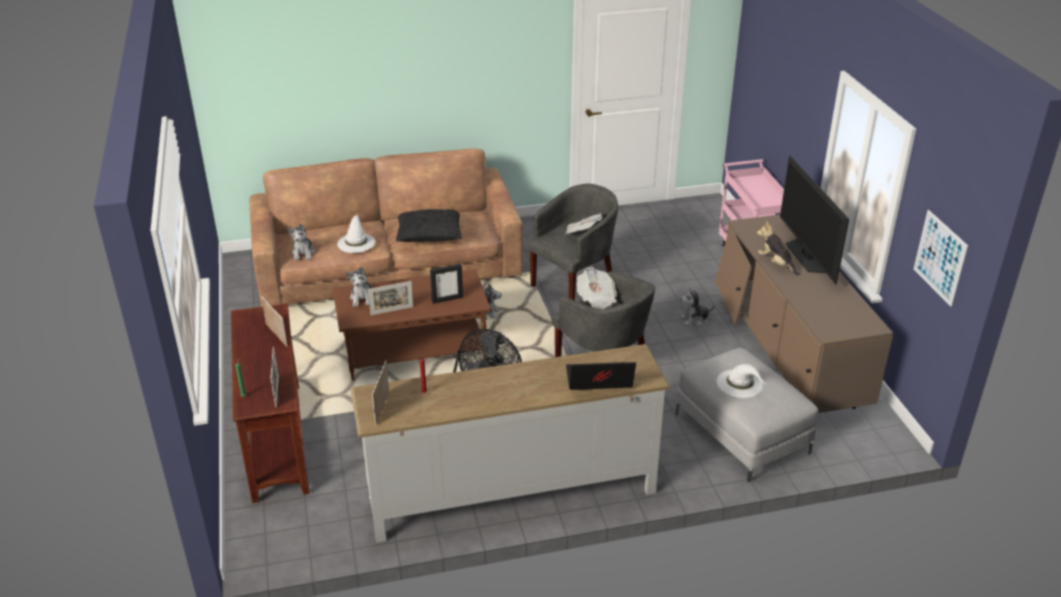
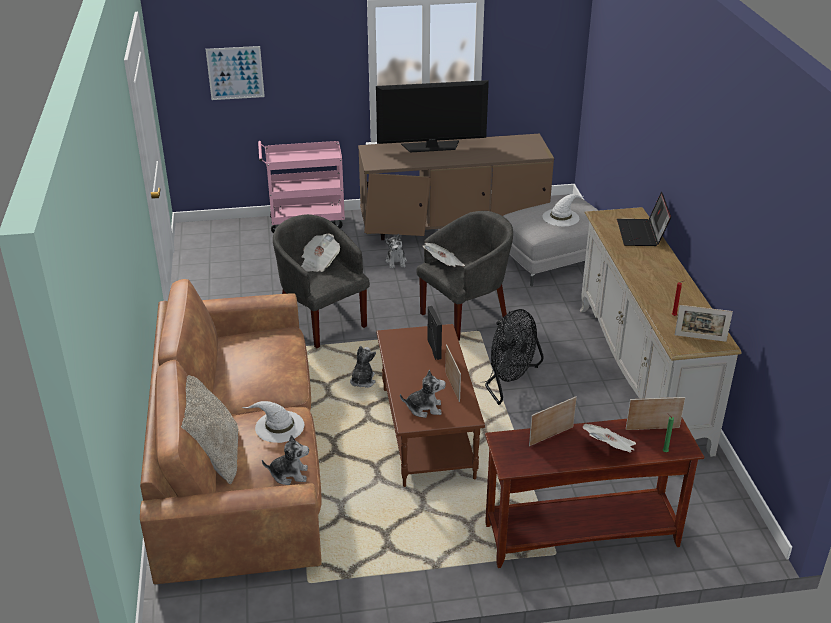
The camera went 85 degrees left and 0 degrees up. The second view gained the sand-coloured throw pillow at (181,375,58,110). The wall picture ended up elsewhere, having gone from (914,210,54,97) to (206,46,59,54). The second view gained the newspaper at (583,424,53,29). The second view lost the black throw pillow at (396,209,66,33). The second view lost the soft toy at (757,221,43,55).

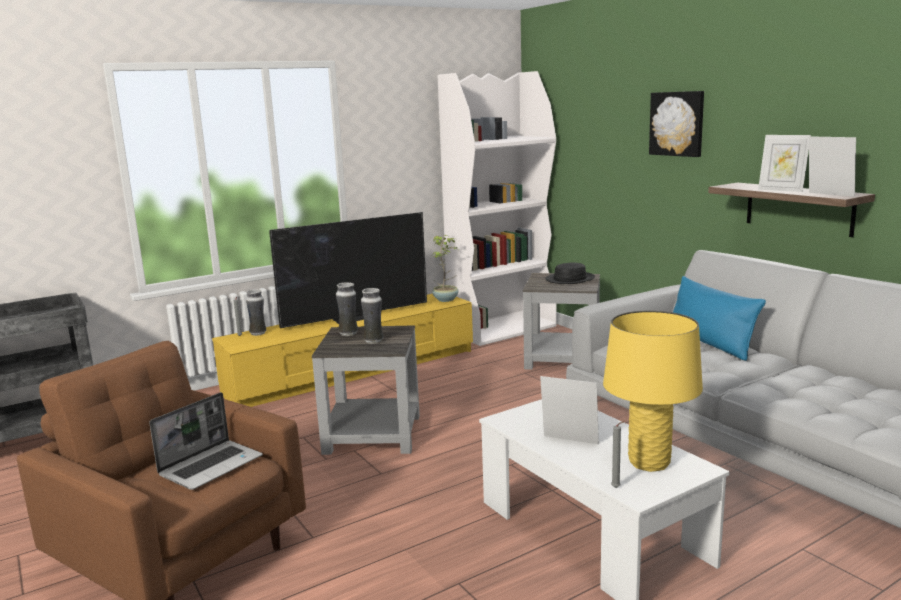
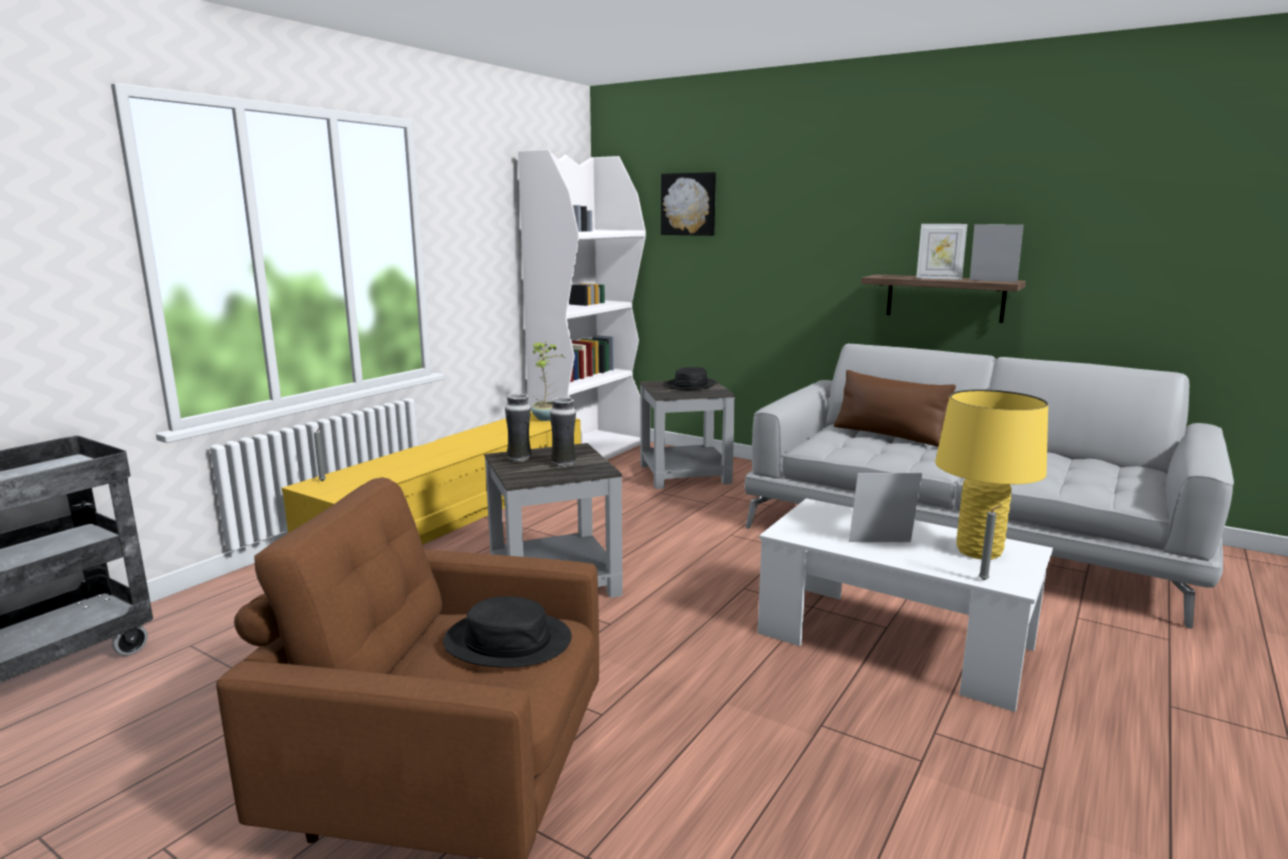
The camera went 25 degrees left and 0 degrees up. Where the laptop stood at (149,392,114,98), the black wearable hat came to stand at (443,596,129,72). The wall picture ended up elsewhere, having gone from (649,91,55,66) to (661,172,55,64). What was the bluish throw pillow at (673,276,93,85) turned into the brown-coloured throw pillow at (834,370,122,77). The second view lost the flower vase at (246,289,20,47). The second view lost the TV set at (269,212,158,116).

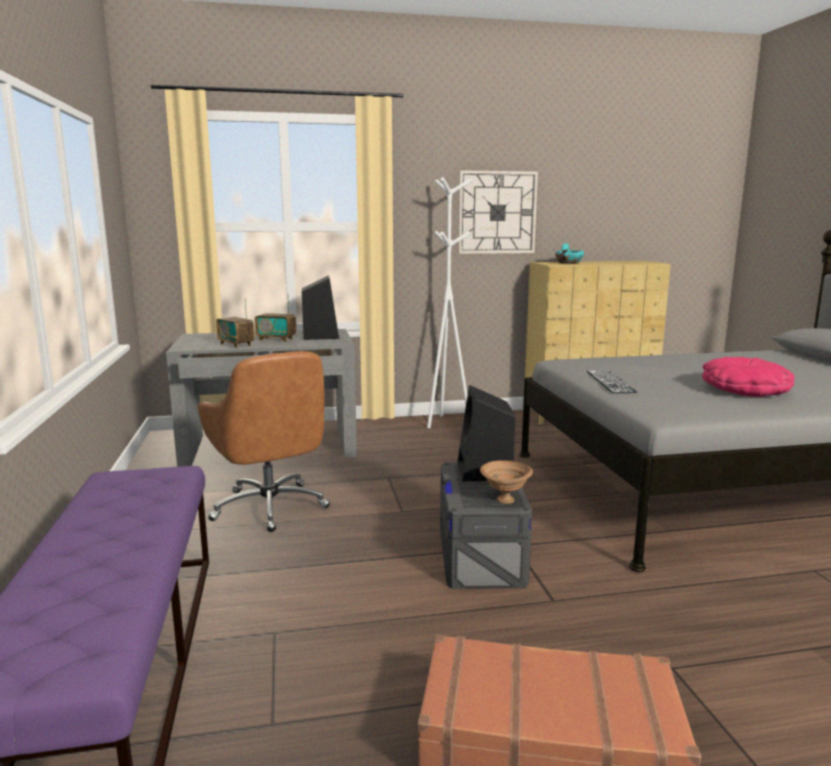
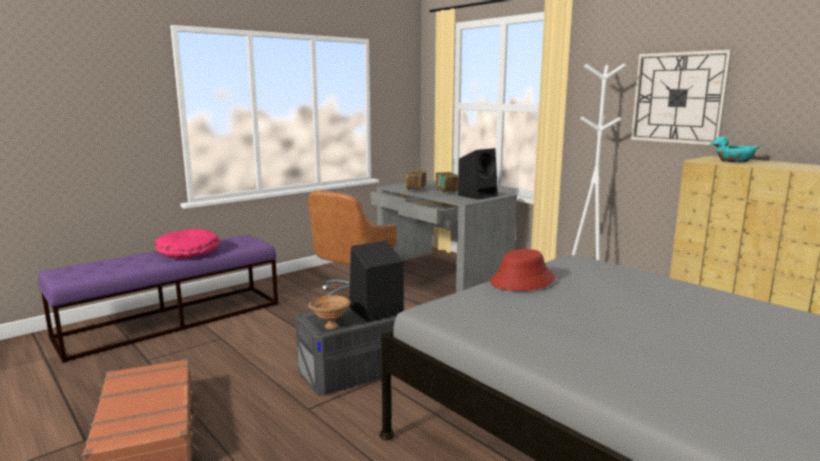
The camera went 60 degrees right and 0 degrees up. The pink-coloured throw pillow ended up elsewhere, having gone from (702,357,92,40) to (155,229,65,30). Where the keyboard stood at (587,370,51,23), the red-coloured wearable hat came to stand at (490,249,65,42).

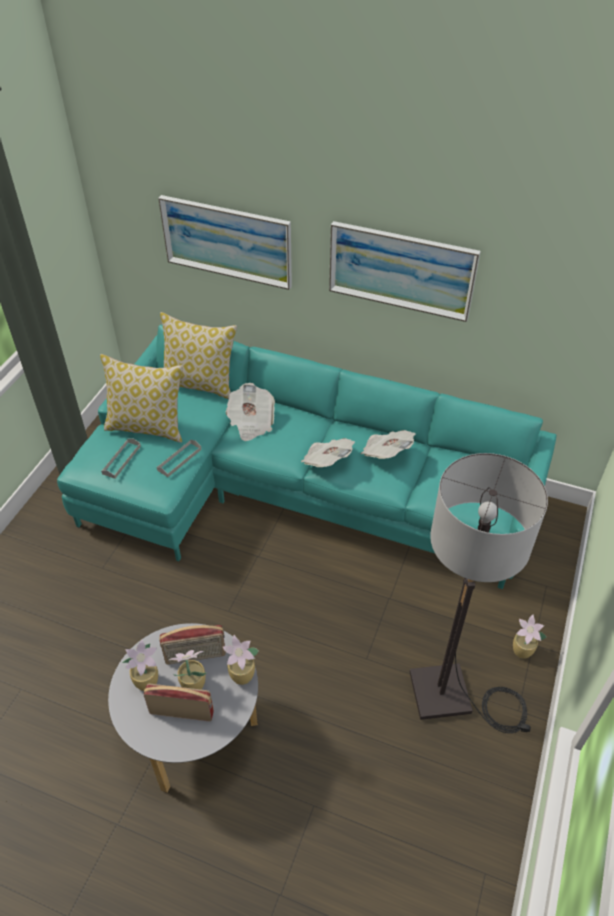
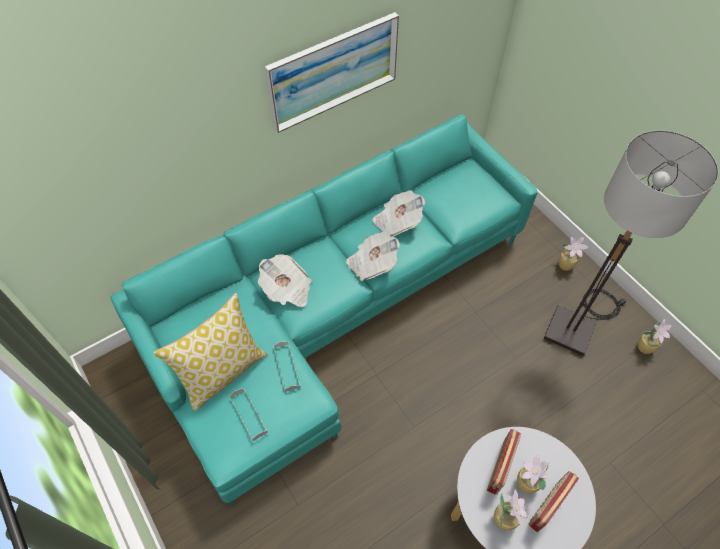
The camera went 55 degrees left and 10 degrees up. The houseplant ended up elsewhere, having gone from (223,634,36,51) to (638,319,34,35). The second view lost the wall picture at (158,195,134,95). The second view lost the throw pillow at (160,312,77,87).

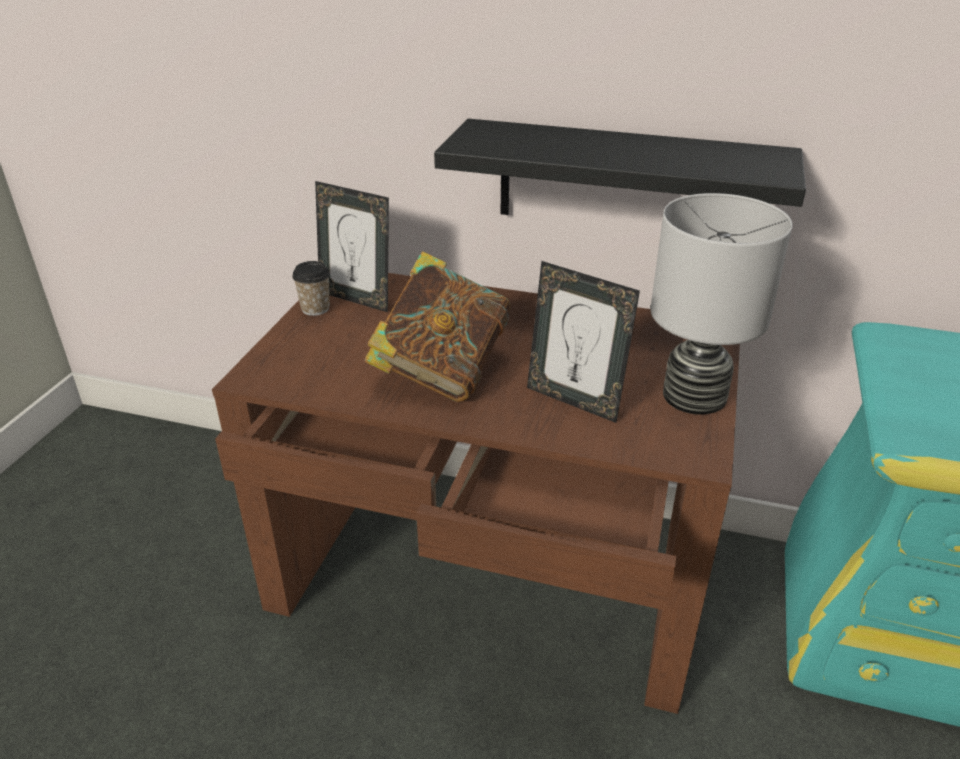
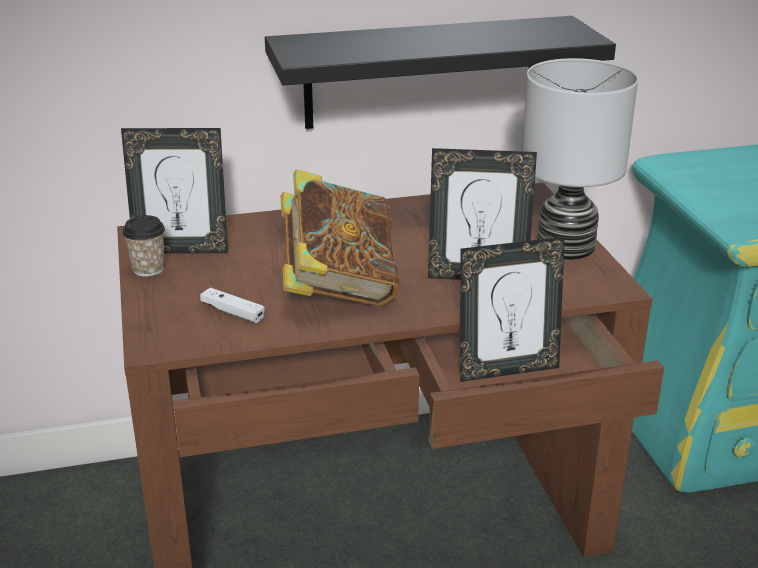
The camera went 30 degrees left and 5 degrees down. The second view gained the white gamepad at (200,288,65,35). The second view gained the picture frame at (460,237,105,145).

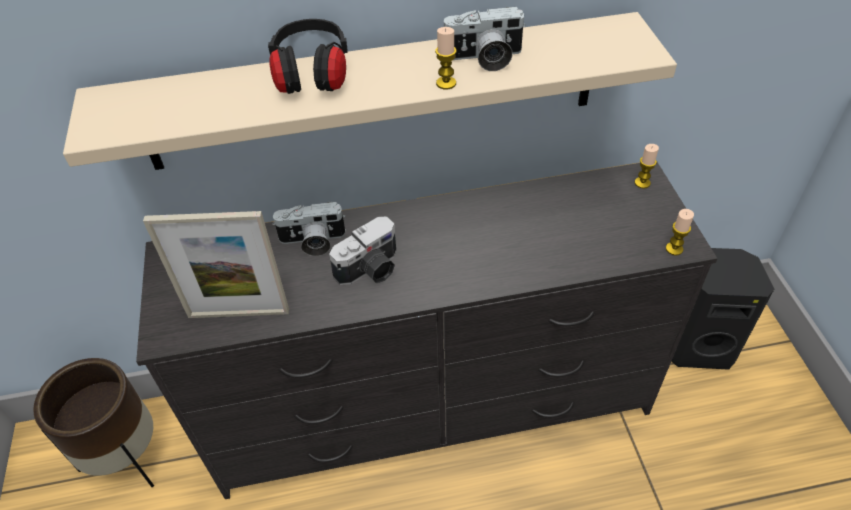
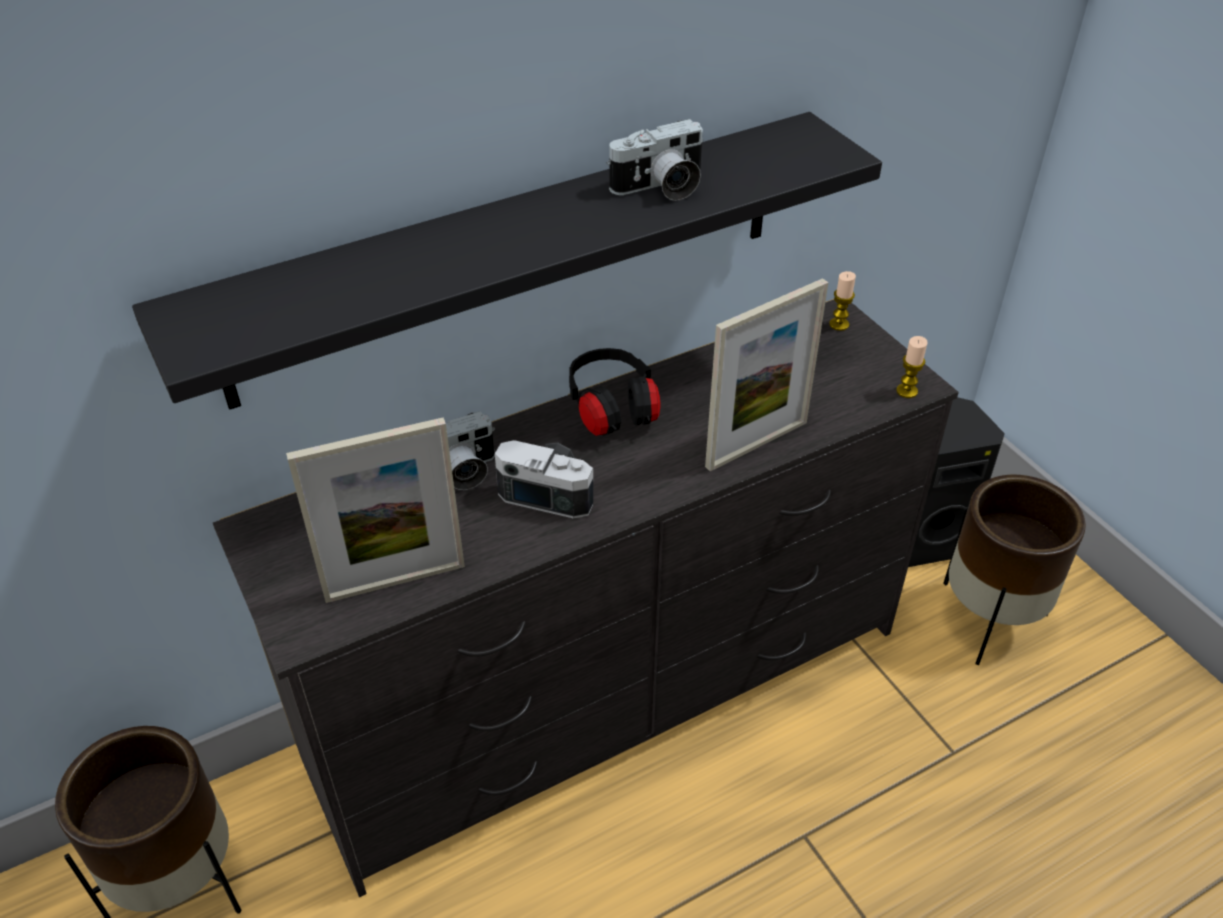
The camera went 20 degrees left and 5 degrees down. What was the sand-coloured bracket shelf at (63,12,614,158) turned into the black bracket shelf at (132,112,750,298). The photo camera at (329,216,67,69) ended up facing another way, 105 degrees counterclockwise from before. The black pair of headphones ended up elsewhere, having gone from (268,19,79,75) to (569,348,91,88). The second view gained the picture frame at (705,278,124,193). The second view gained the brown-coloured plant pot at (943,475,143,190). The second view lost the wax candle at (435,27,22,62).

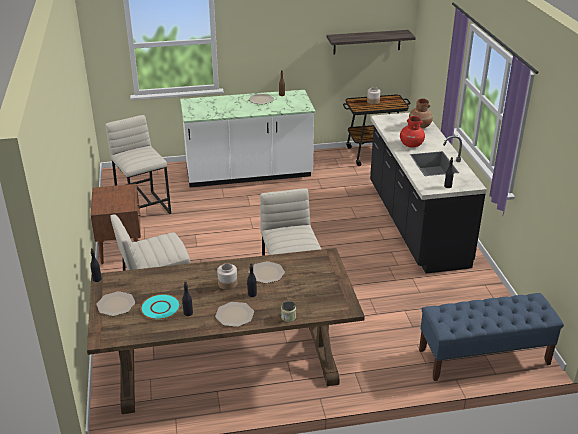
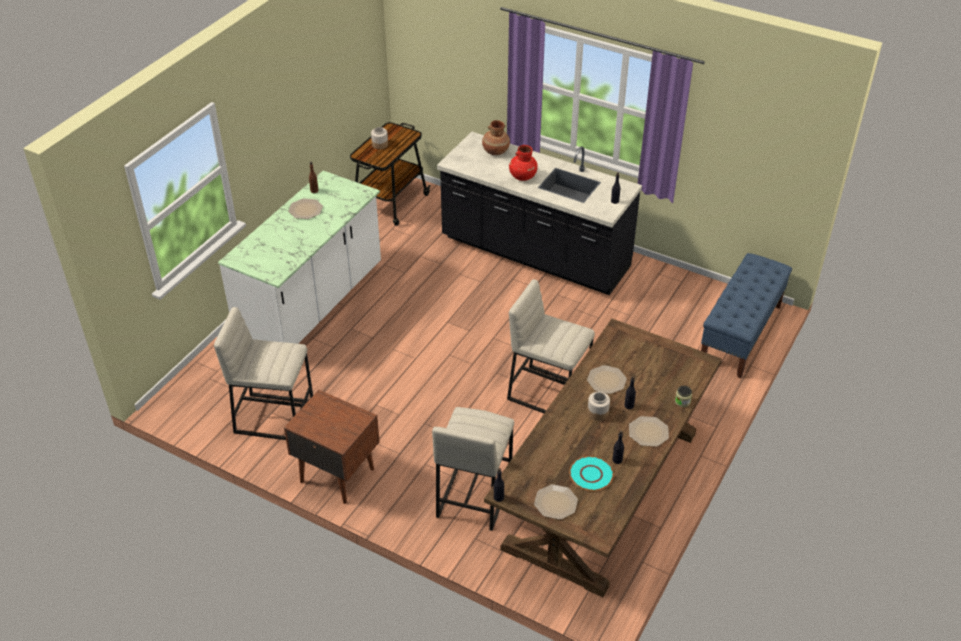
The camera went 50 degrees left and 10 degrees up. The second view lost the bracket shelf at (327,30,89,24).

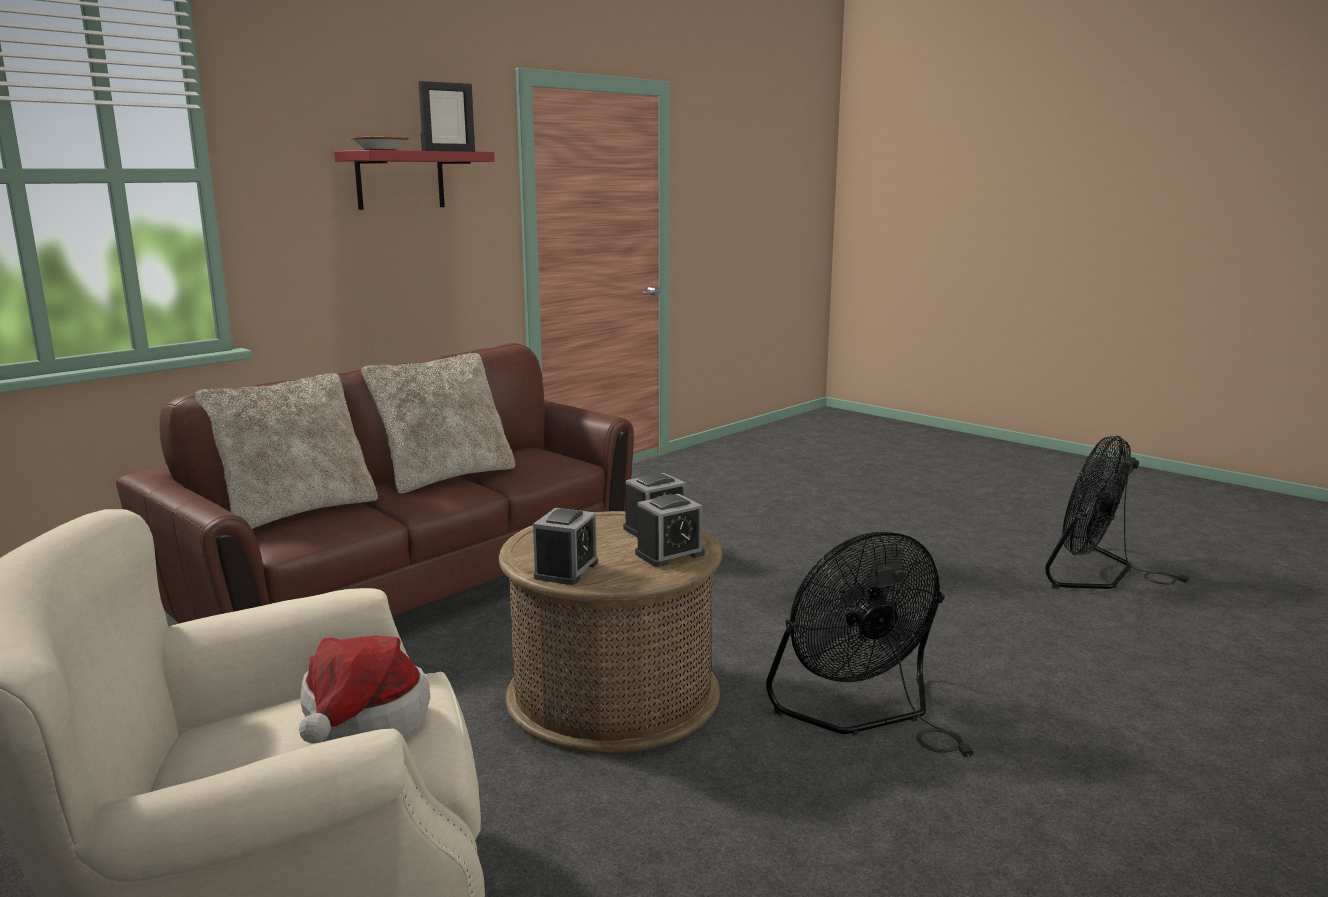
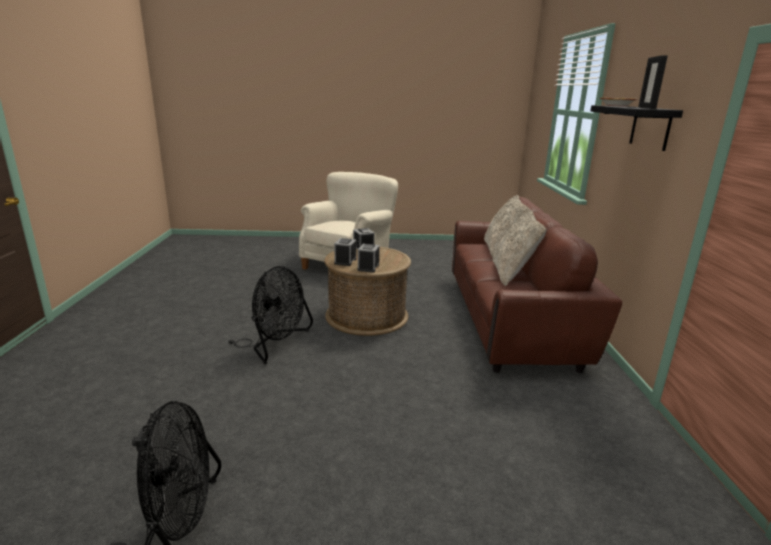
The camera went 135 degrees right and 5 degrees up. What was the red-coloured bracket shelf at (334,150,161,60) turned into the black bracket shelf at (590,105,93,46). The second view lost the wearable hat at (299,636,132,108).

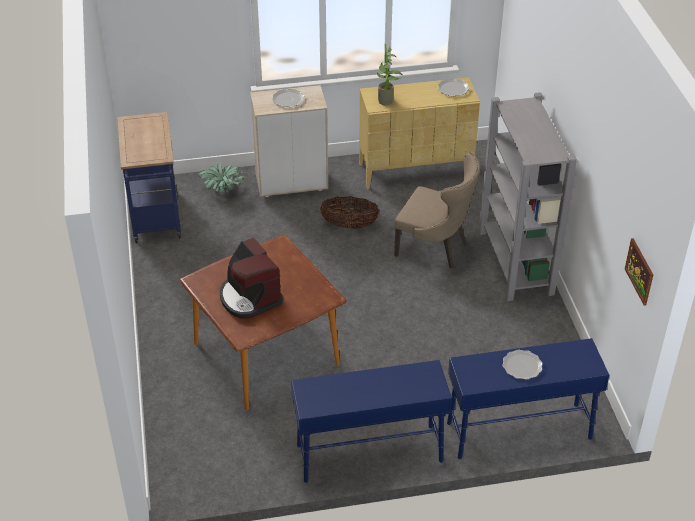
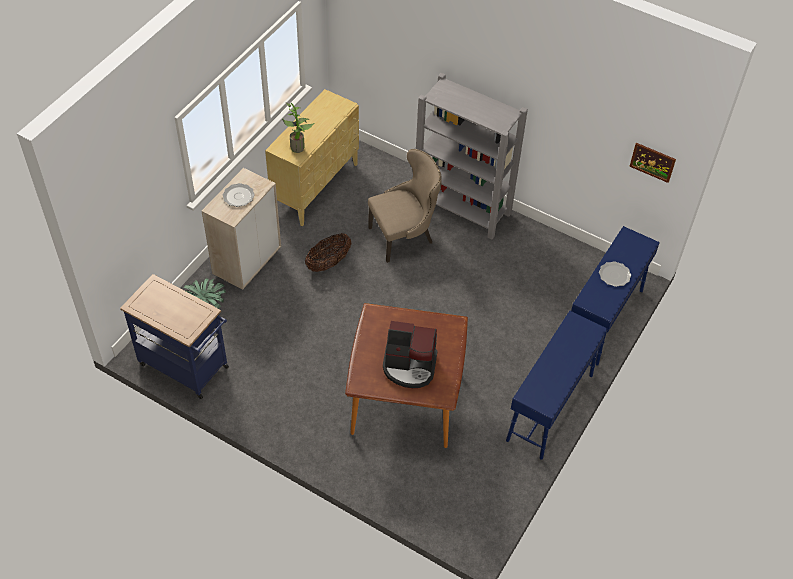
The camera went 50 degrees left and 10 degrees up. The second view lost the plate at (438,78,31,18).

